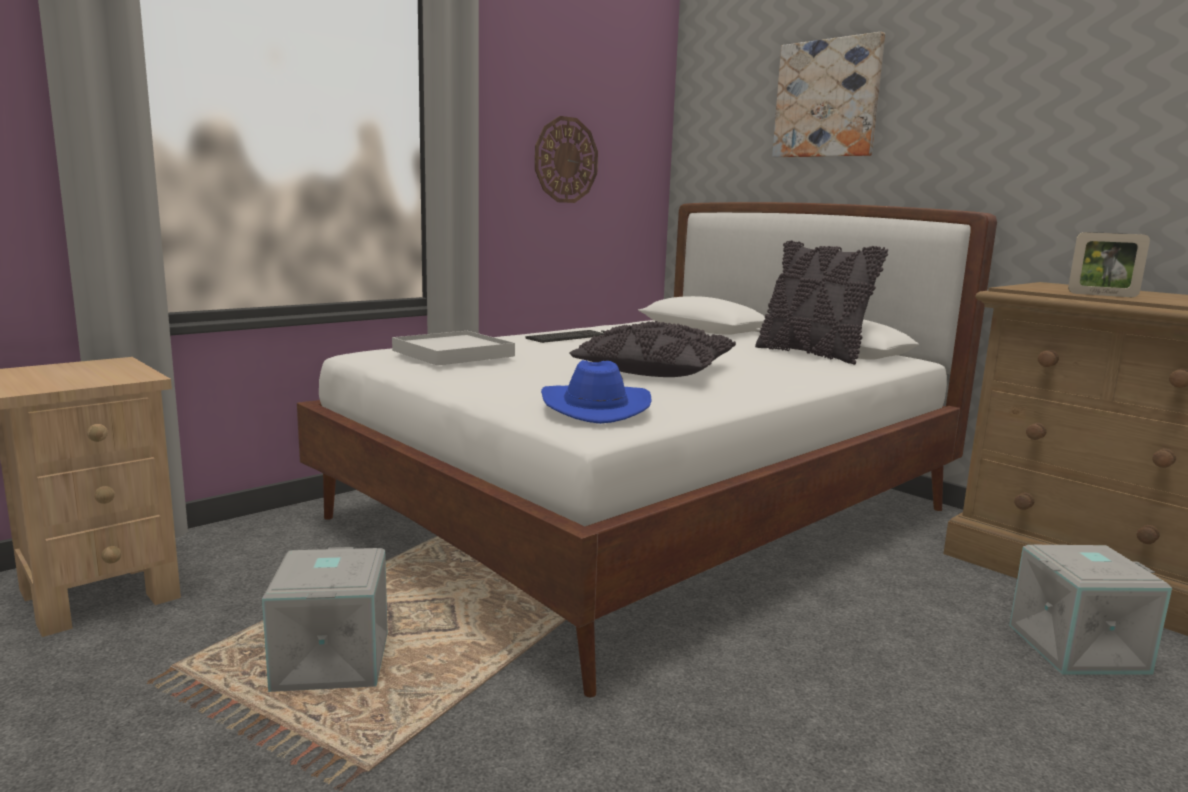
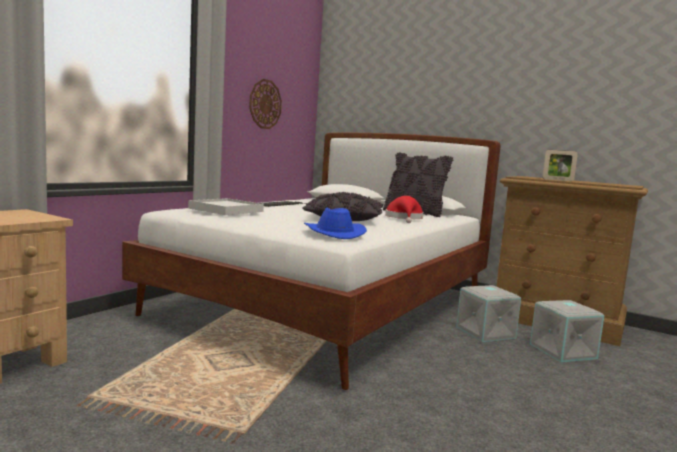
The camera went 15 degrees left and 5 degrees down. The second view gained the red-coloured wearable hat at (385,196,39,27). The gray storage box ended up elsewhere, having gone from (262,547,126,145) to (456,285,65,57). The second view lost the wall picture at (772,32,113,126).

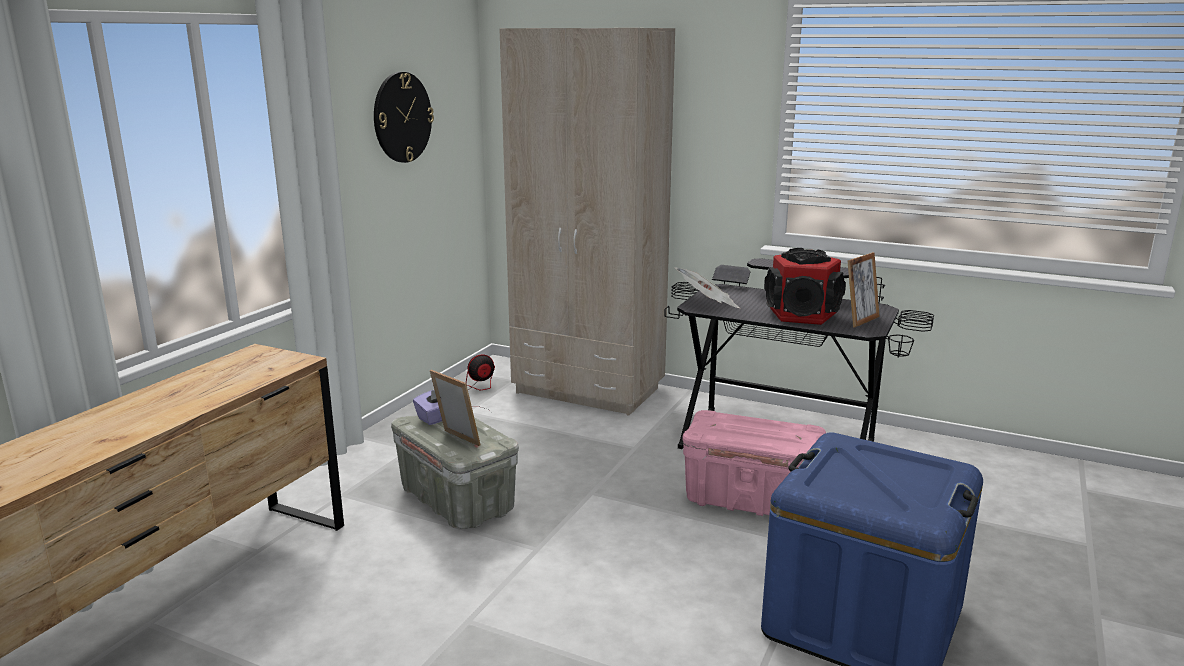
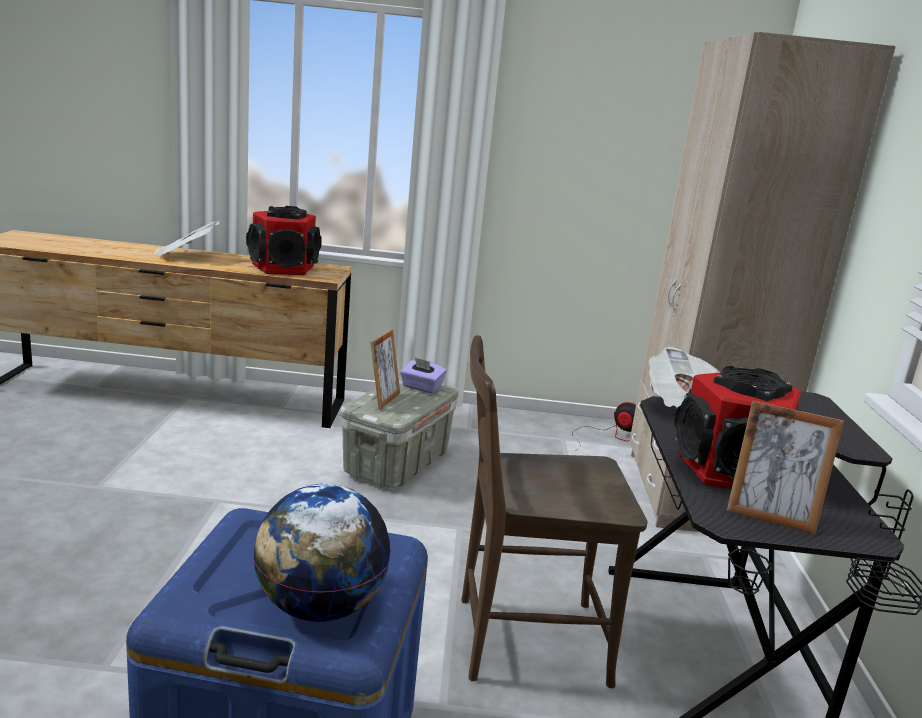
The camera went 65 degrees right and 0 degrees up. The second view gained the newspaper at (154,221,66,35). The second view gained the speaker at (246,206,76,69). The second view gained the globe at (253,484,138,138). Where the pink-coloured storage box stood at (683,410,143,106), the brown-coloured chair came to stand at (461,335,186,353). The second view lost the clock on the wall at (374,72,60,91).

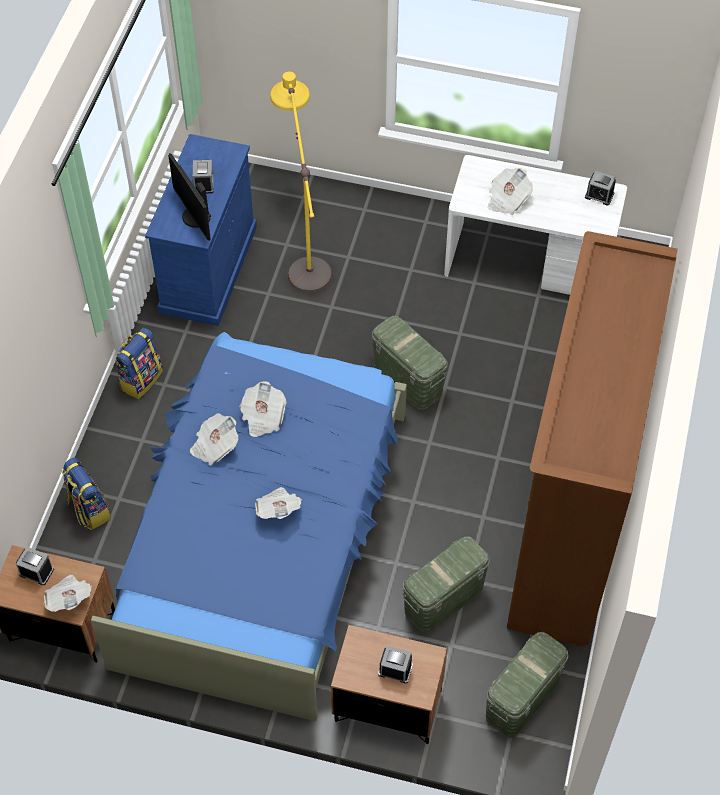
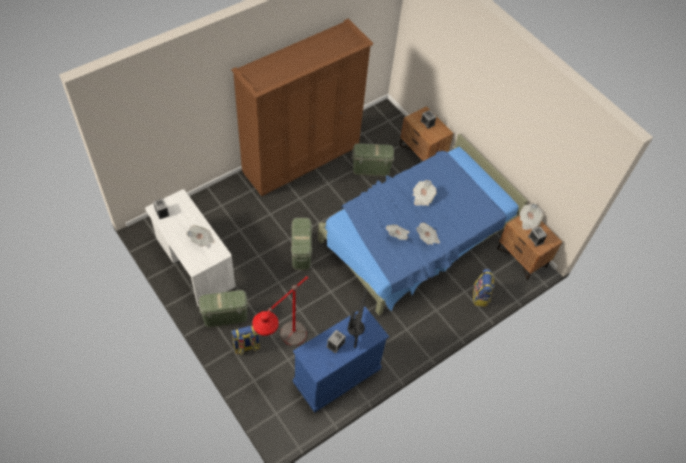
The camera went 145 degrees left and 0 degrees up. The greenish storage box ended up elsewhere, having gone from (486,632,83,106) to (198,290,51,37). The knapsack ended up elsewhere, having gone from (115,328,48,71) to (231,325,29,30). What was the yellow-coloured standard lamp at (270,72,62,221) turned into the red-coloured standard lamp at (252,276,56,70).

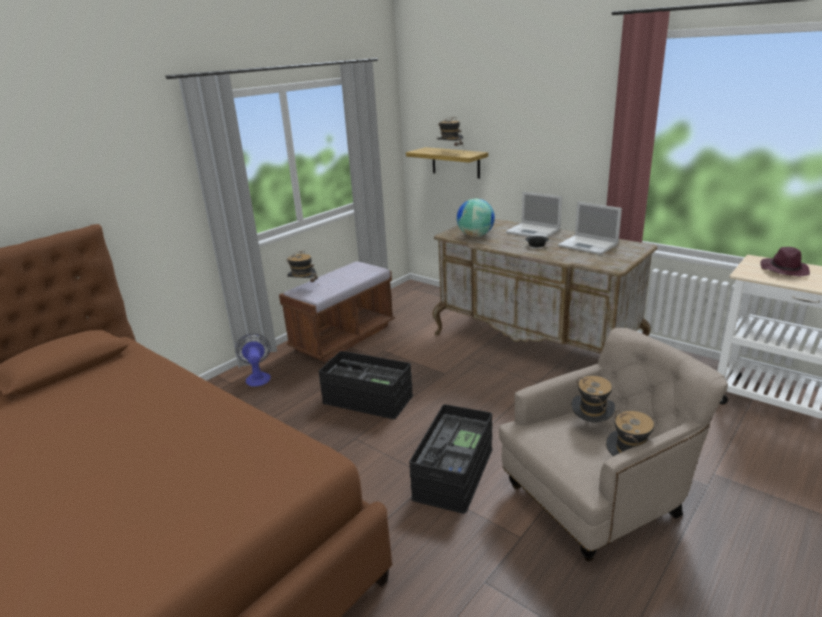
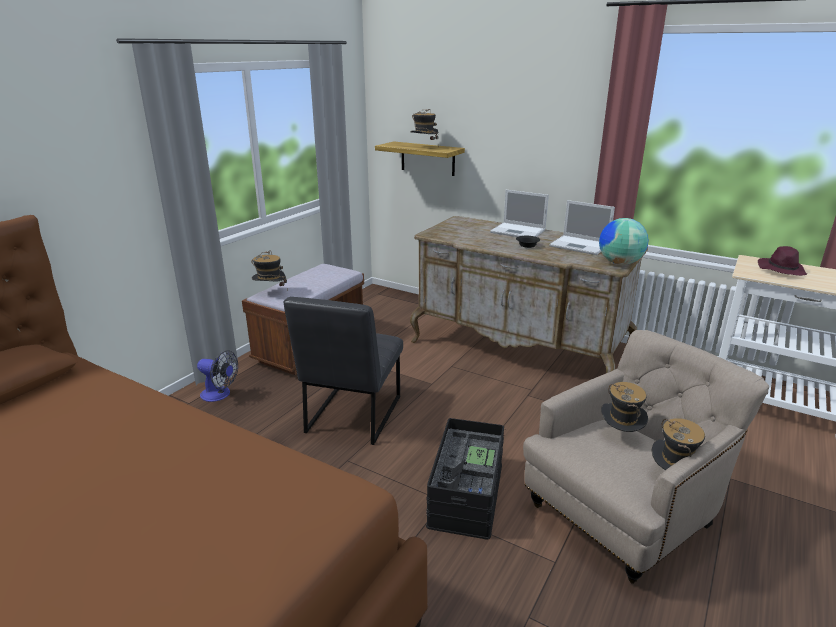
The camera went 10 degrees left and 0 degrees up. The fan at (235,334,36,53) ended up facing another way, 135 degrees clockwise from before. Where the black storage box stood at (318,351,95,68), the gray chair came to stand at (284,297,119,148). The globe ended up elsewhere, having gone from (457,199,38,38) to (599,218,49,47).

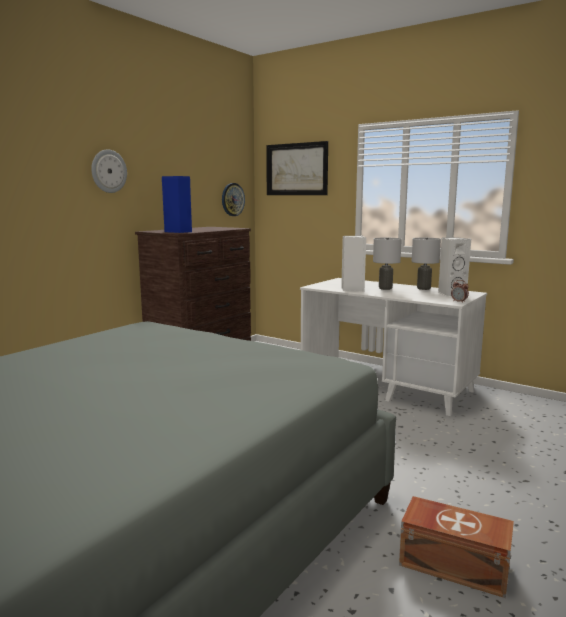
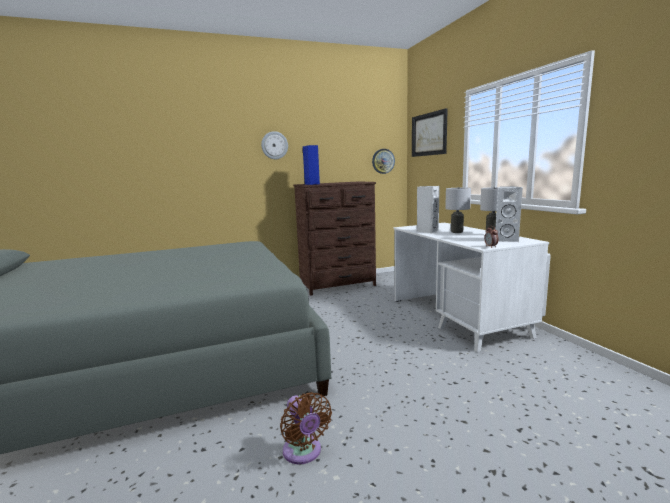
The camera went 35 degrees right and 0 degrees up. Where the brown-coloured storage box stood at (399,496,115,102), the brown-coloured fan came to stand at (280,392,52,72).

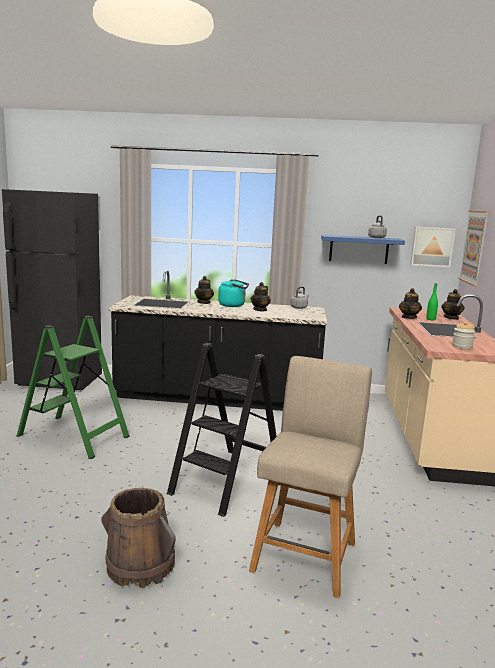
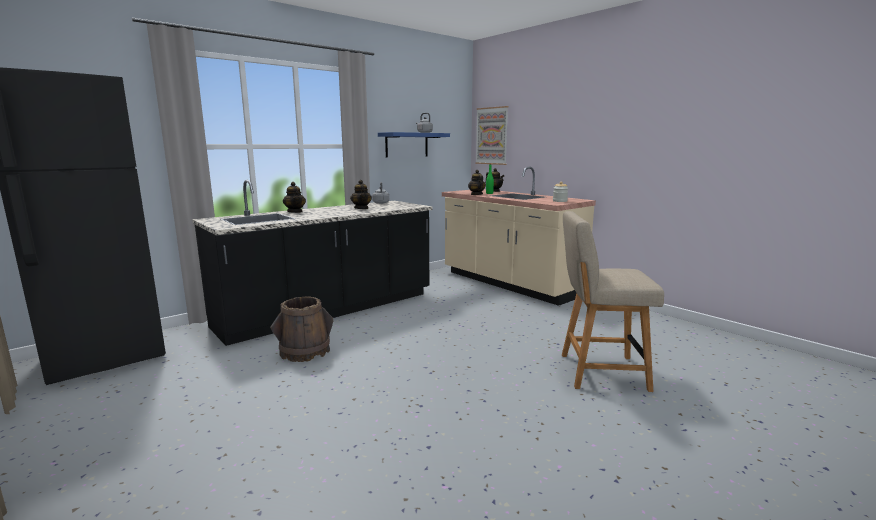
The camera went 45 degrees left and 0 degrees up. The brown-coloured bucket ended up elsewhere, having gone from (101,488,75,100) to (270,296,63,66). The sand-coloured chair at (249,356,123,242) ended up facing another way, 60 degrees counterclockwise from before. The second view lost the greenish step ladder at (16,316,114,143). The second view lost the black step ladder at (166,343,111,174). The second view lost the turquoise water kettle at (218,279,31,28). The second view lost the wall picture at (410,227,45,40).

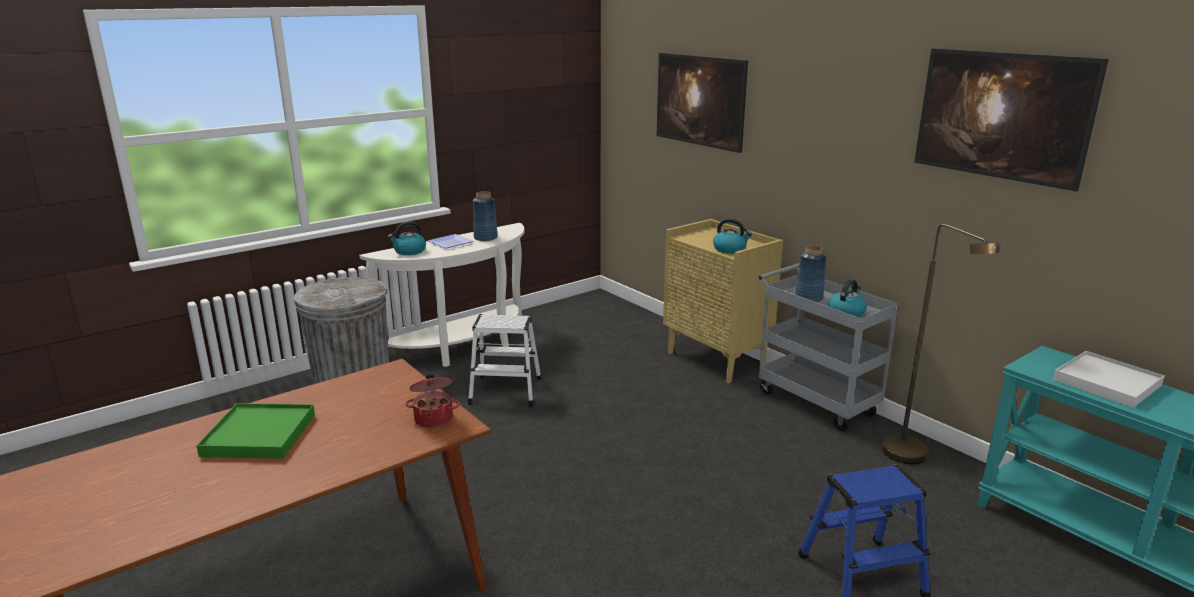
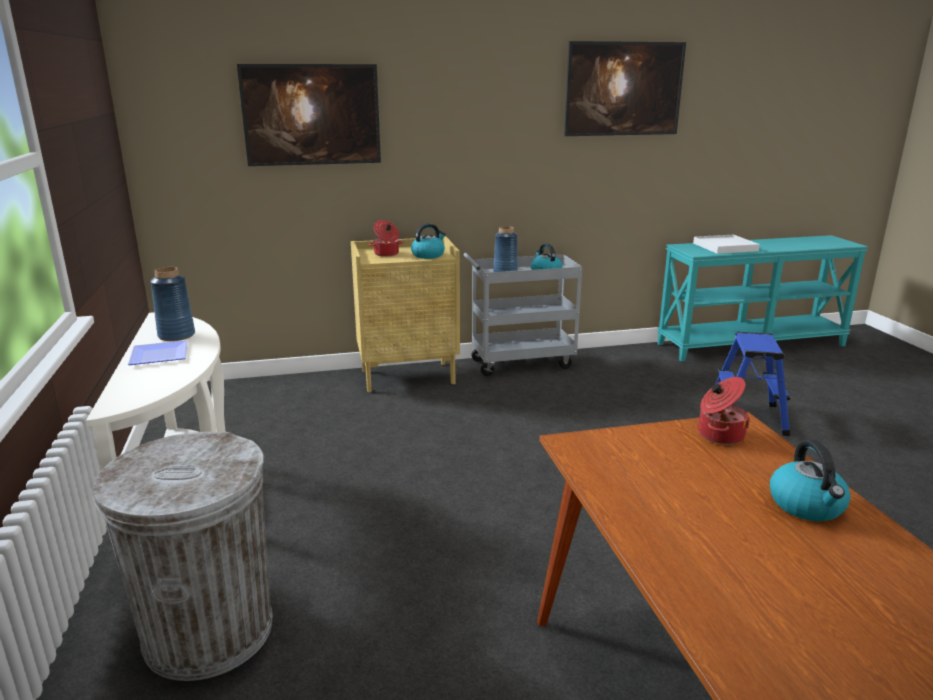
The camera went 65 degrees left and 0 degrees up. The second view gained the stockpot at (369,220,34,37). The water kettle ended up elsewhere, having gone from (388,221,38,34) to (770,439,81,82). The second view lost the greenish serving tray at (196,403,119,56). The second view lost the white step ladder at (468,314,74,93). The second view lost the brown-coloured standard lamp at (882,224,117,240).

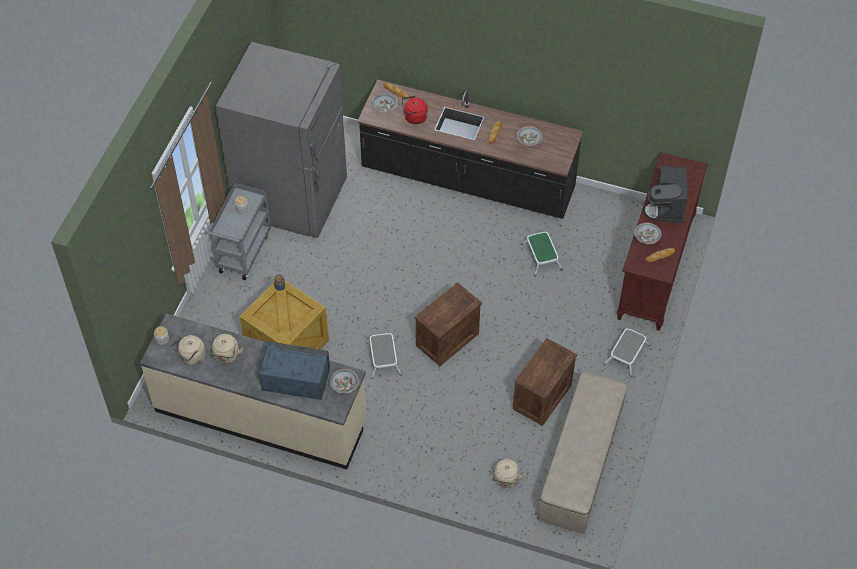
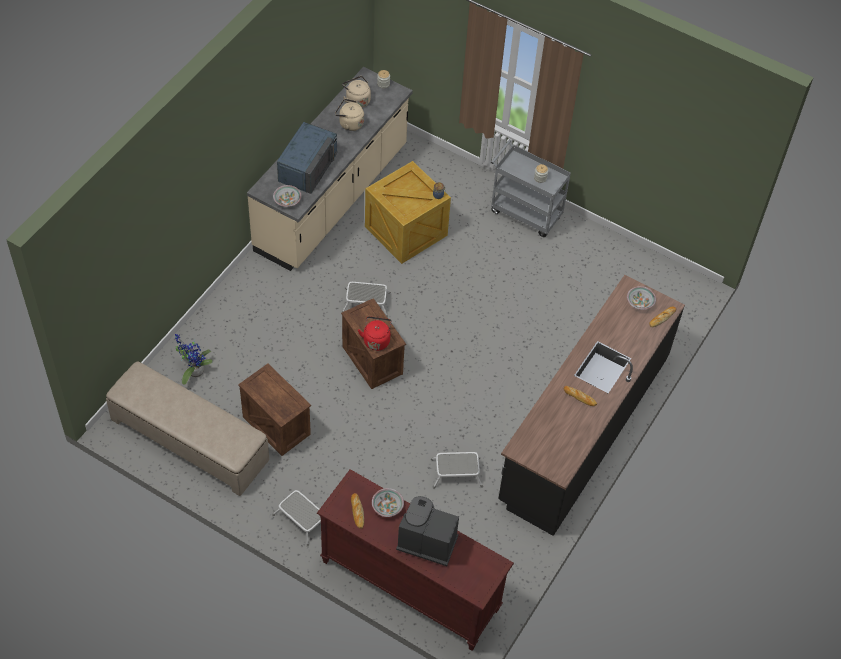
The camera went 100 degrees right and 0 degrees up. Where the sand-coloured water kettle stood at (493,459,32,29), the houseplant came to stand at (175,334,38,51). The red-coloured water kettle ended up elsewhere, having gone from (402,96,26,29) to (358,316,34,35). What was the greenish step ladder at (521,232,42,45) turned into the gray step ladder at (431,452,52,37). The second view lost the gray kitchen fridge at (216,42,131,196). The second view lost the deep dish at (517,126,25,20).

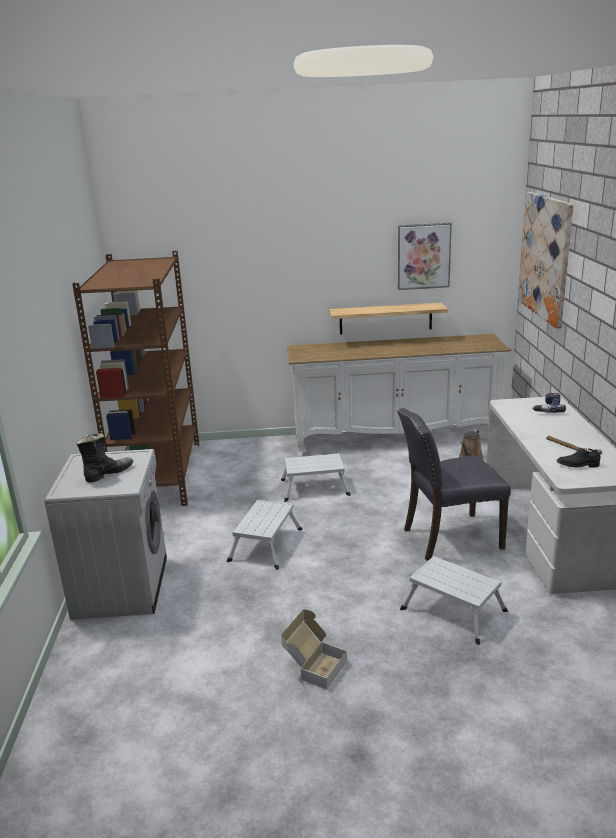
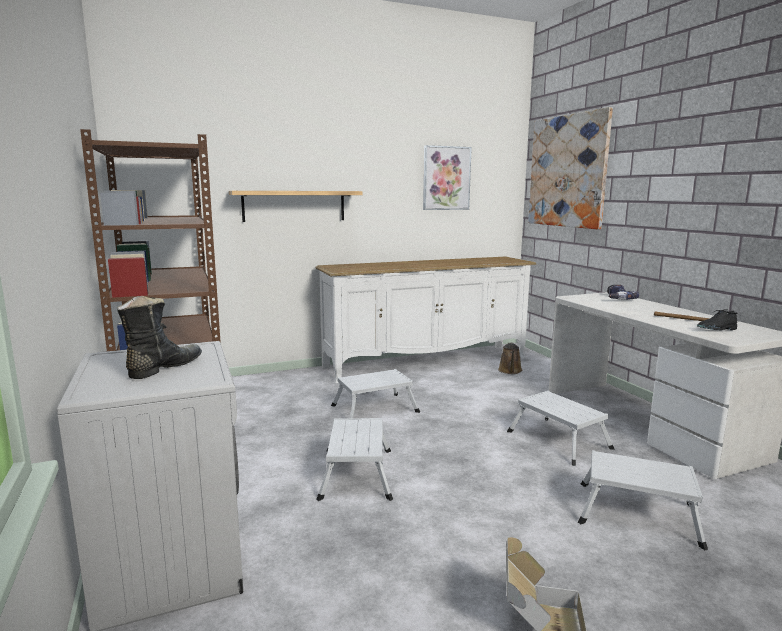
The camera went 20 degrees left and 10 degrees down. The bracket shelf ended up elsewhere, having gone from (329,303,119,32) to (229,191,134,31). Where the gray chair stood at (397,408,114,153), the white step ladder came to stand at (507,391,108,75).

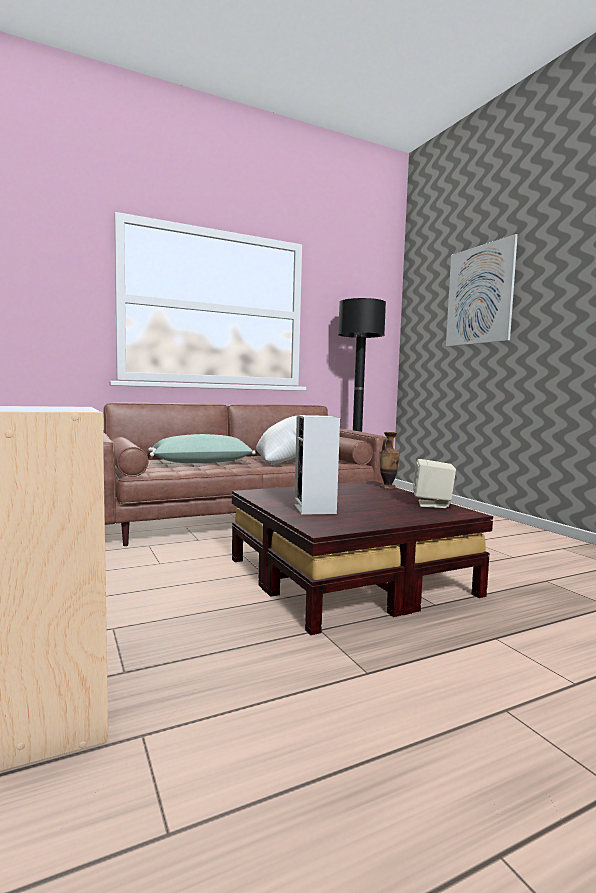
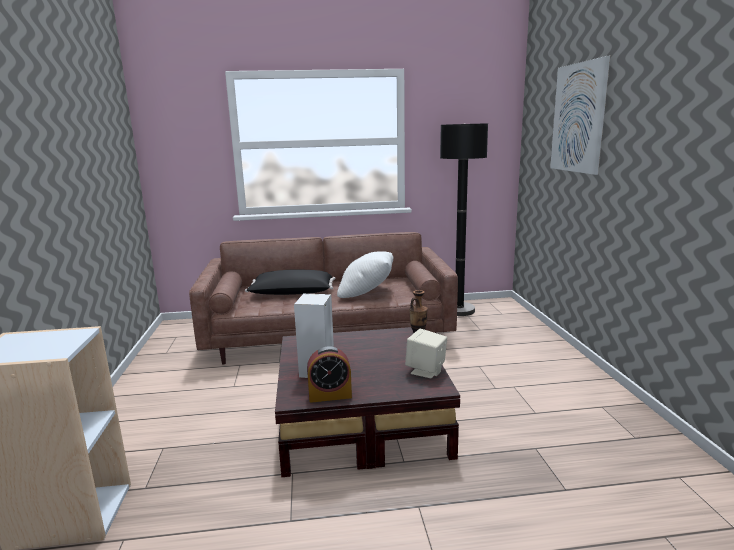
The camera went 20 degrees right and 10 degrees up. What was the greenish throw pillow at (148,434,108,29) turned into the black throw pillow at (245,269,90,26). The second view gained the bedside clock at (307,346,45,57).

